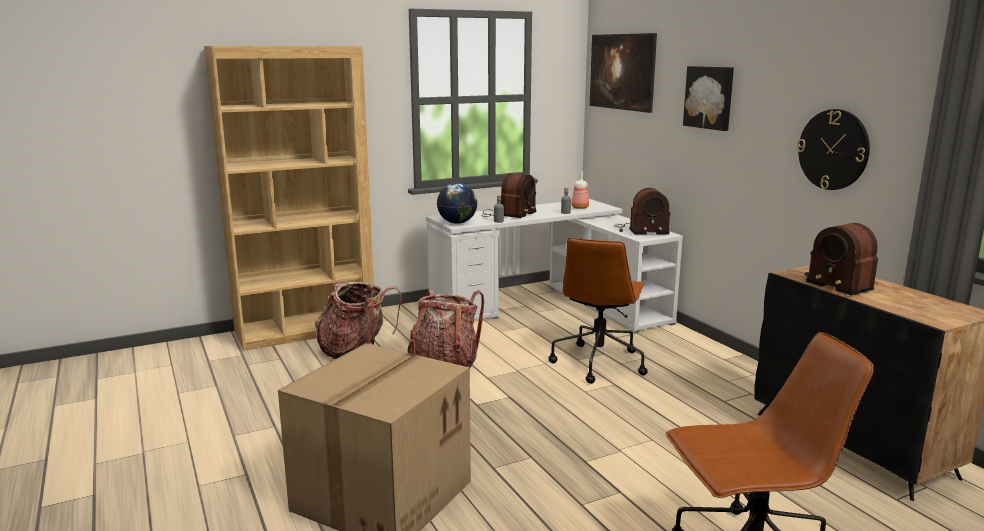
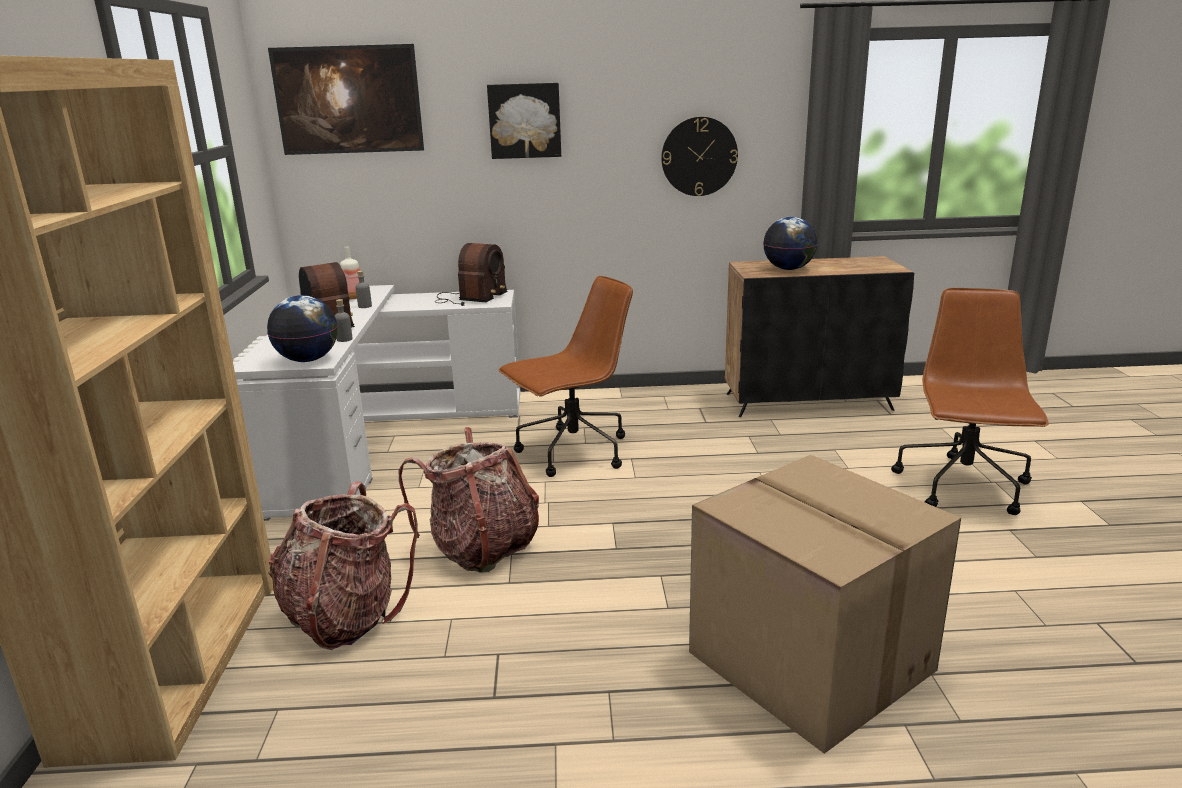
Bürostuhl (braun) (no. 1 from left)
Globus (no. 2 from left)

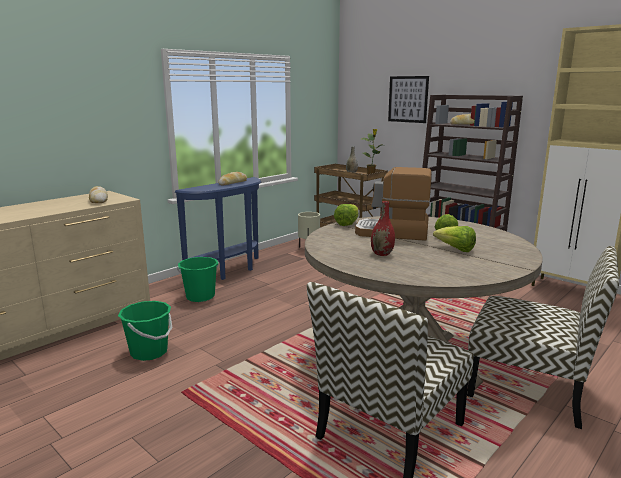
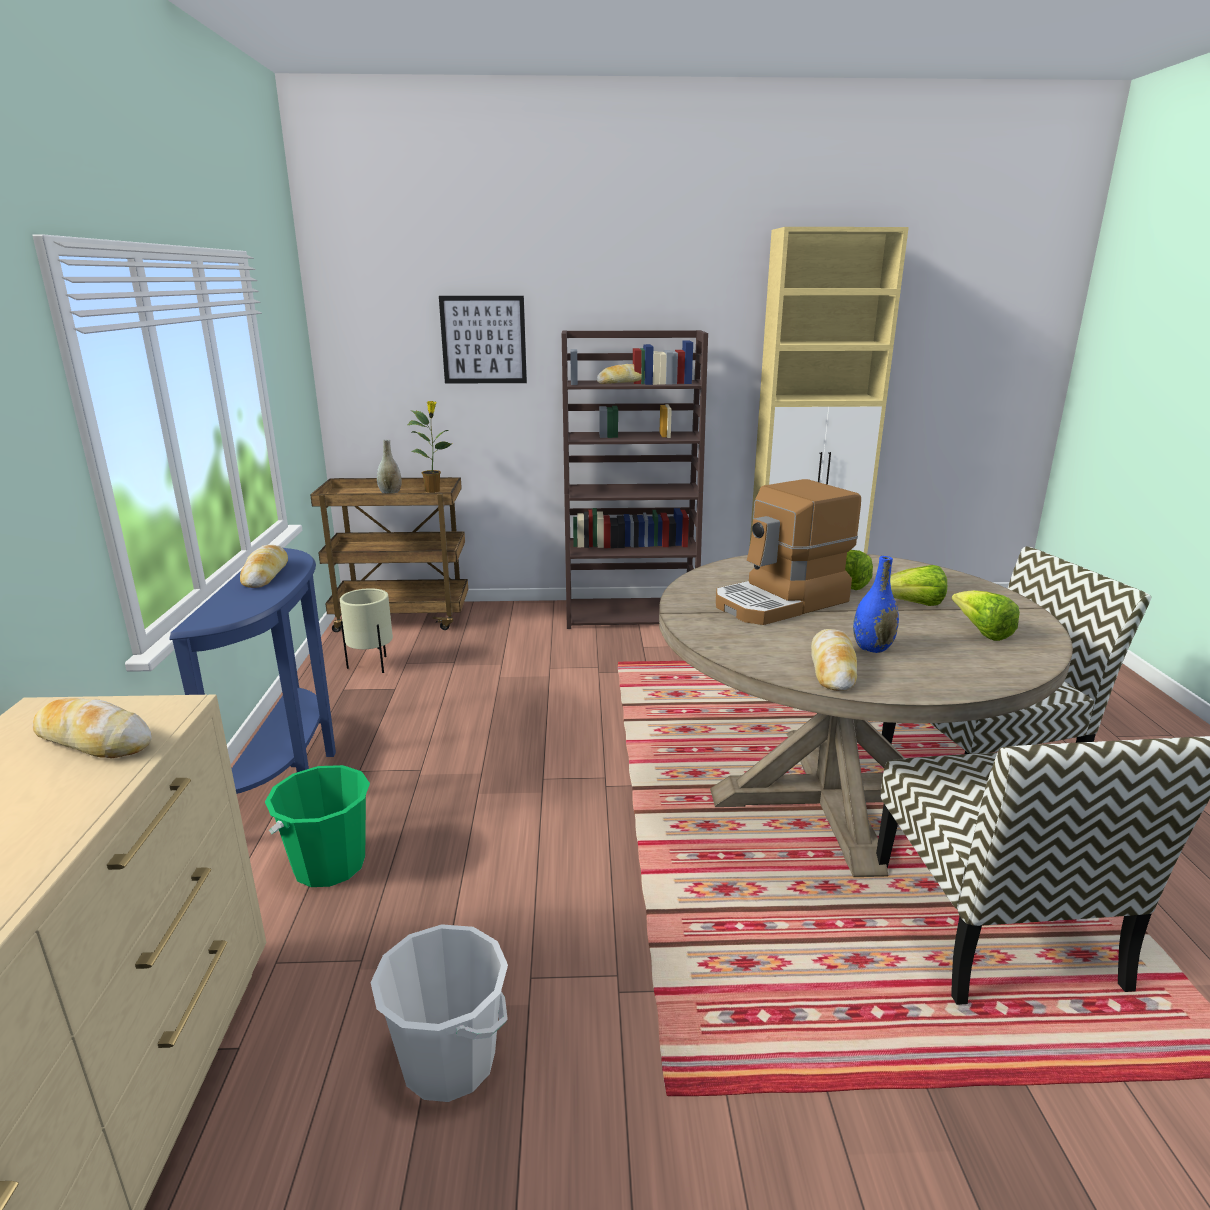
Eimer (weiß)
Brot (no. 4 from left)
Vase (blau)
Salatkopf (no. 3 from left)

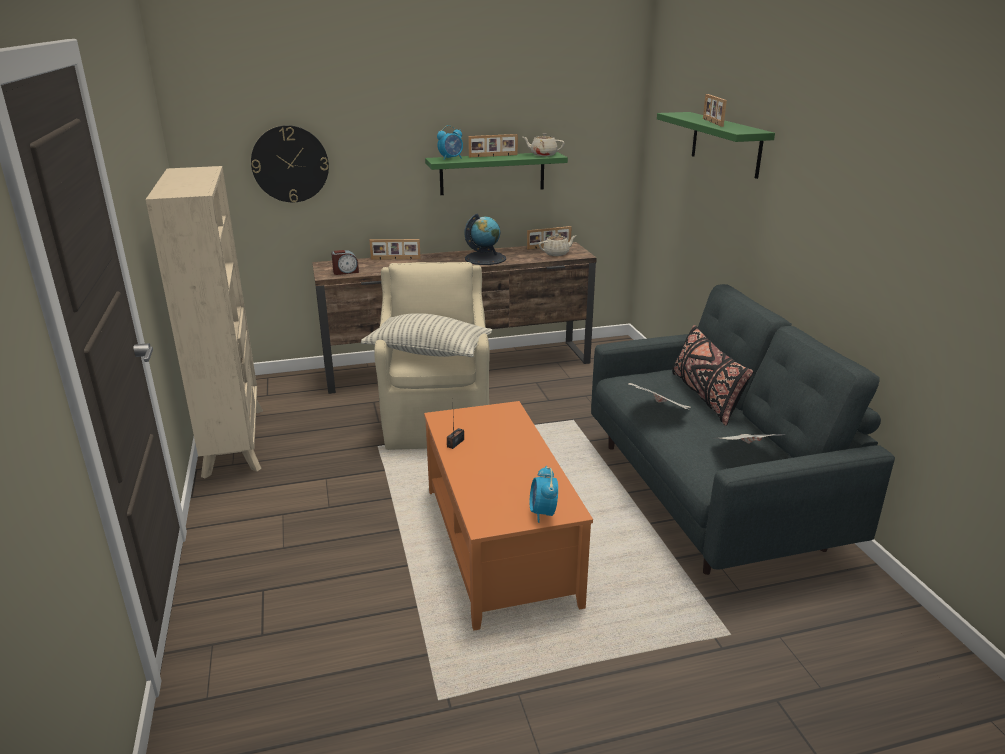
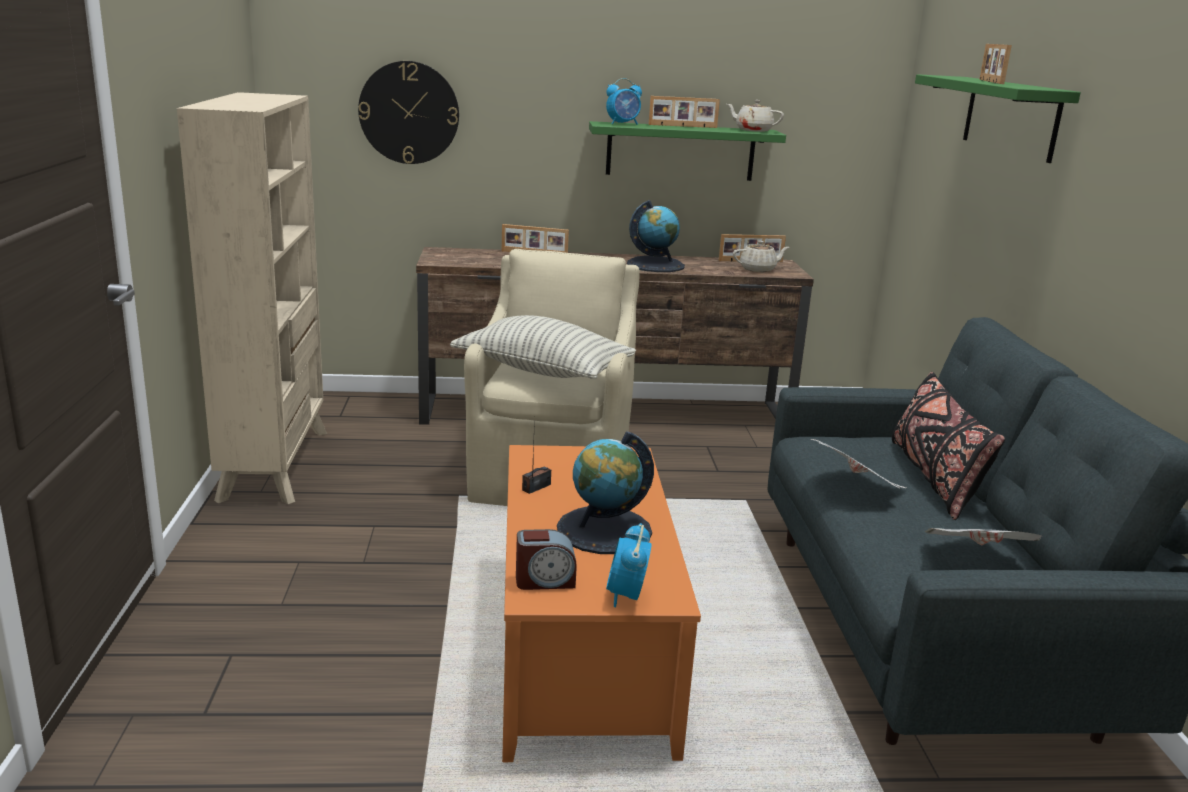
Wecker (no. 1 from left)
Globus (no. 1 from left)

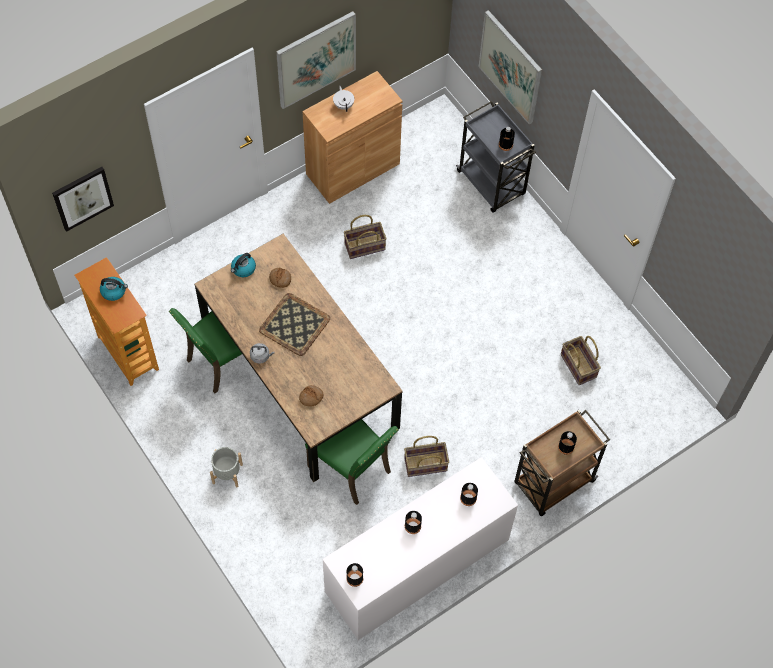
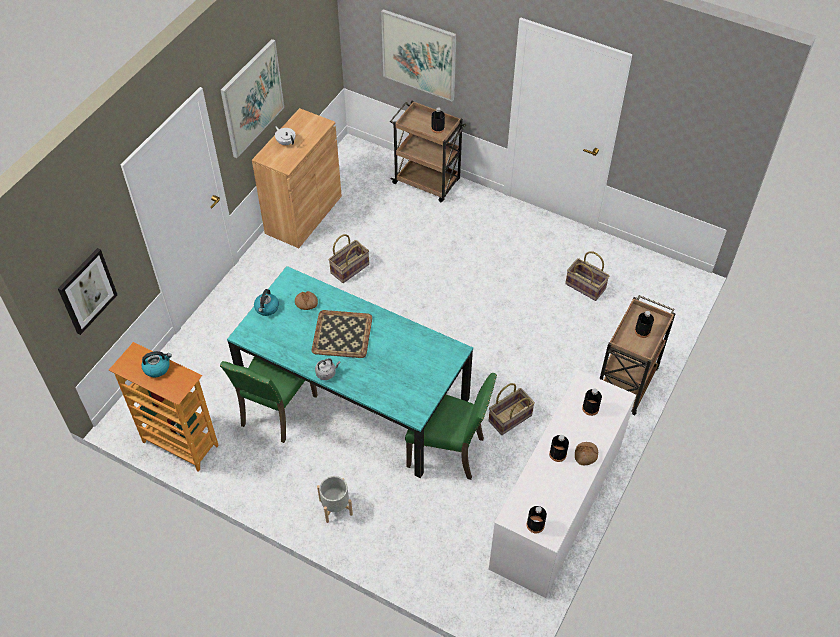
Esstisch (türkis)
Rollwagen (braun) (no. 1 from left)
Brot (no. 2 from left)

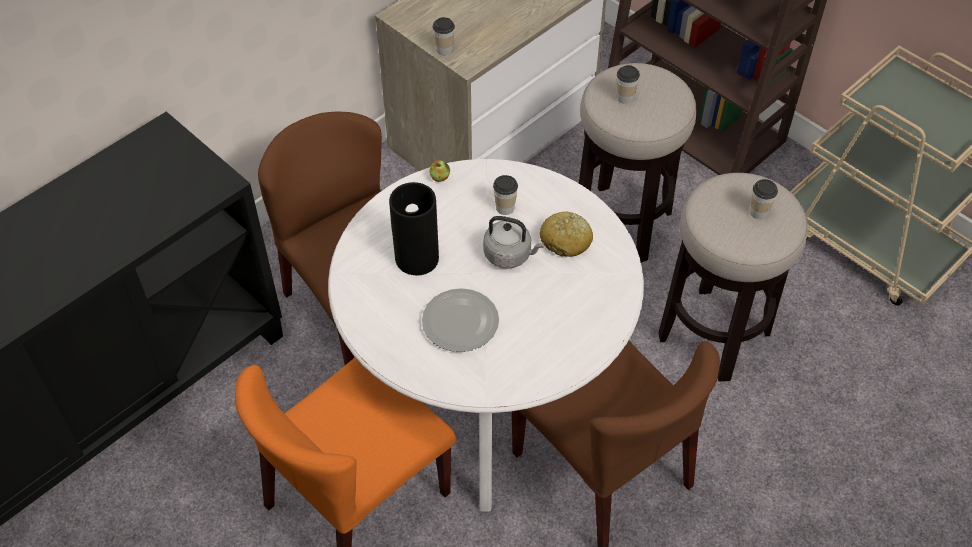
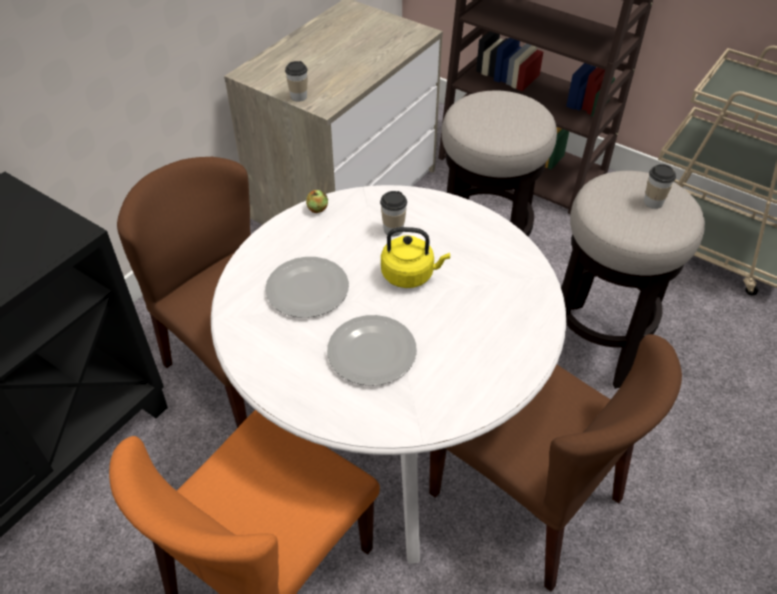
Teller (no. 1 from left)
Wasserkessel (gelb)
Brot
Tasse (no. 3 from left in the first image)

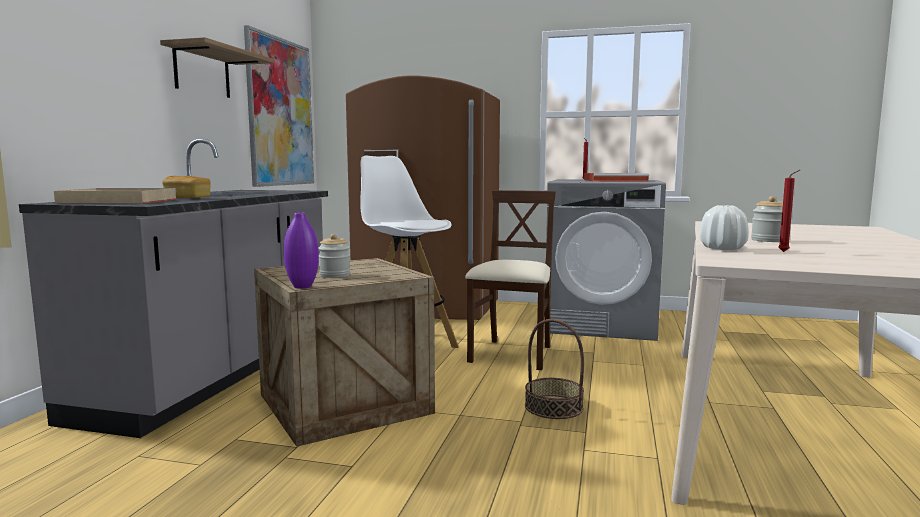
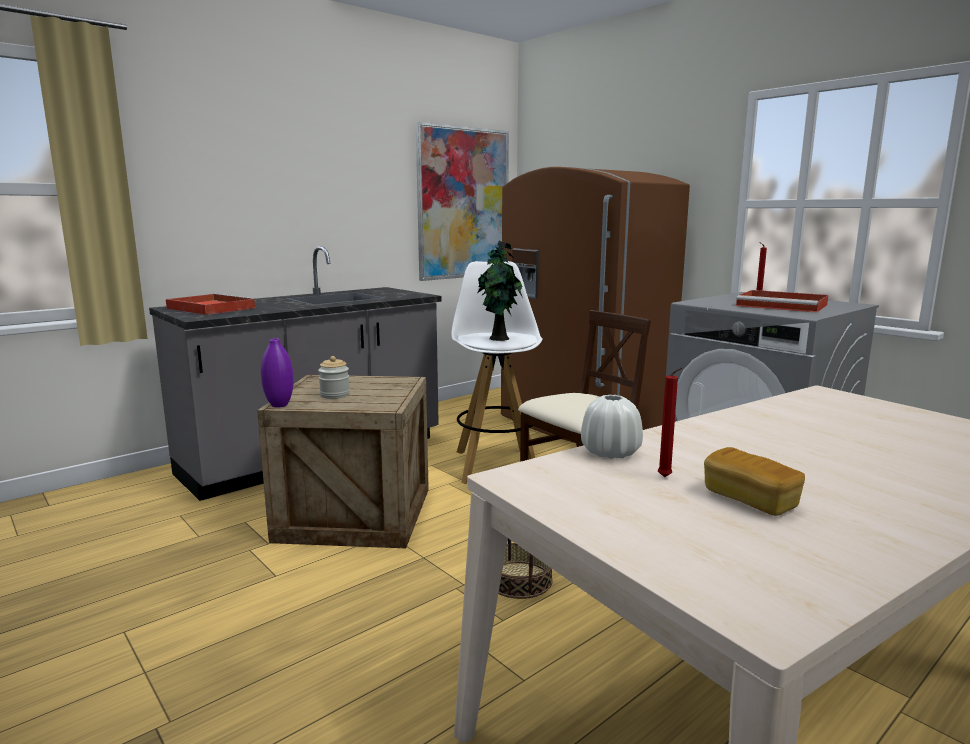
Tablett (rot) (no. 1 from left)
Topfpflanze
Brot
Wandregal
Vorratsglas (no. 2 from left in the first image)

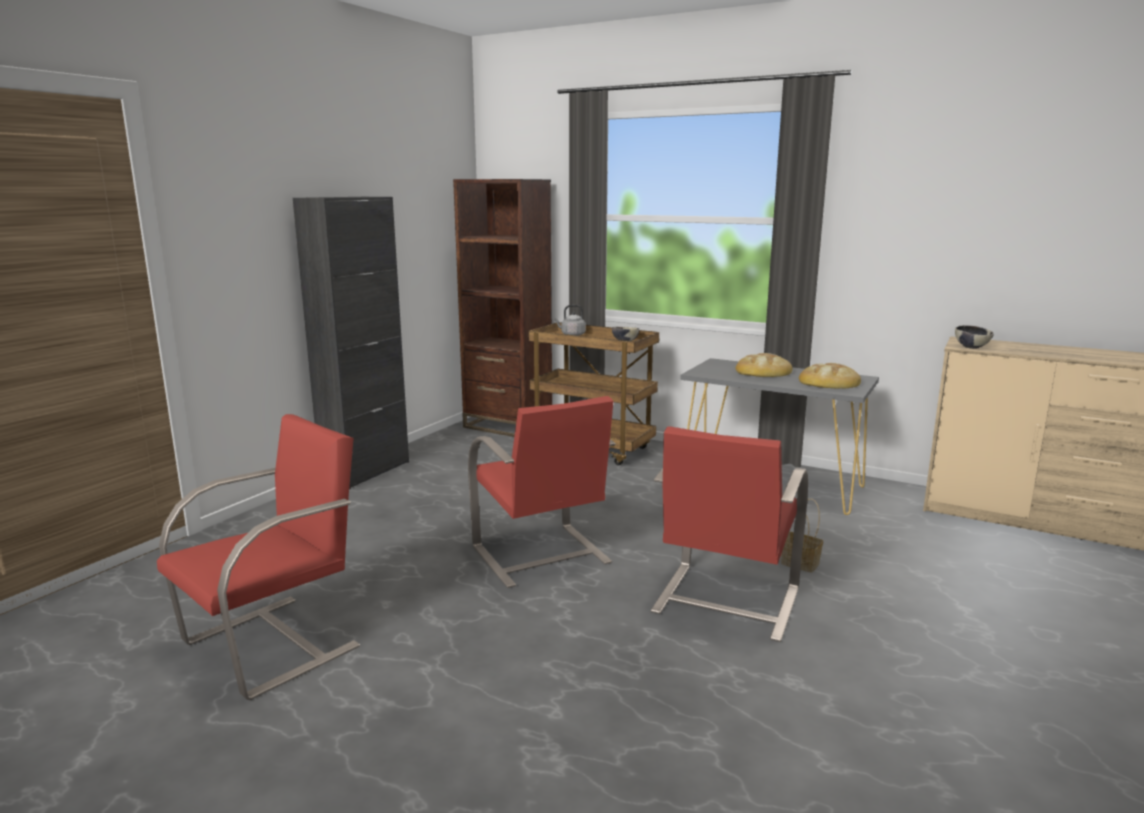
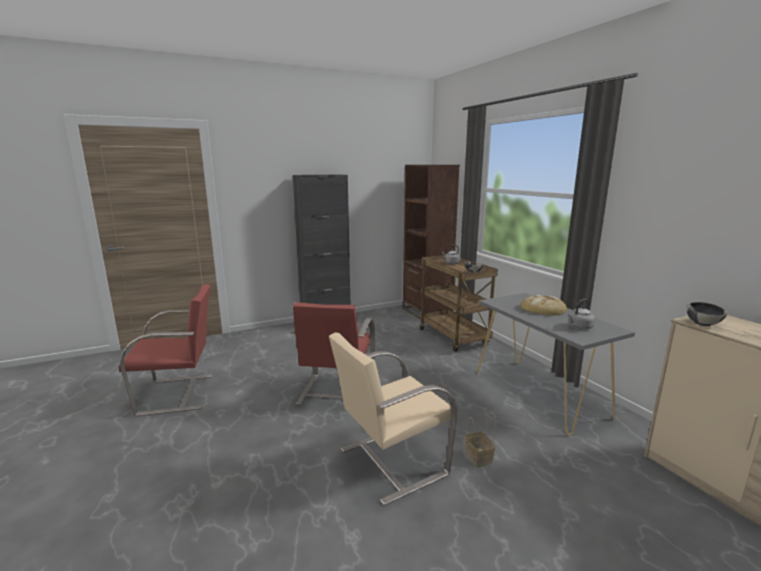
Stuhl (beige)
Wasserkessel (grau) (no. 2 from left)

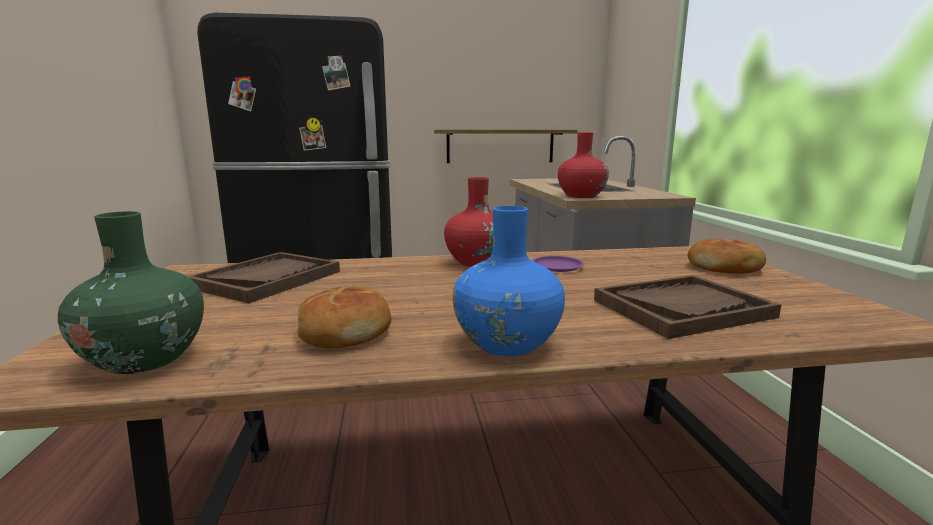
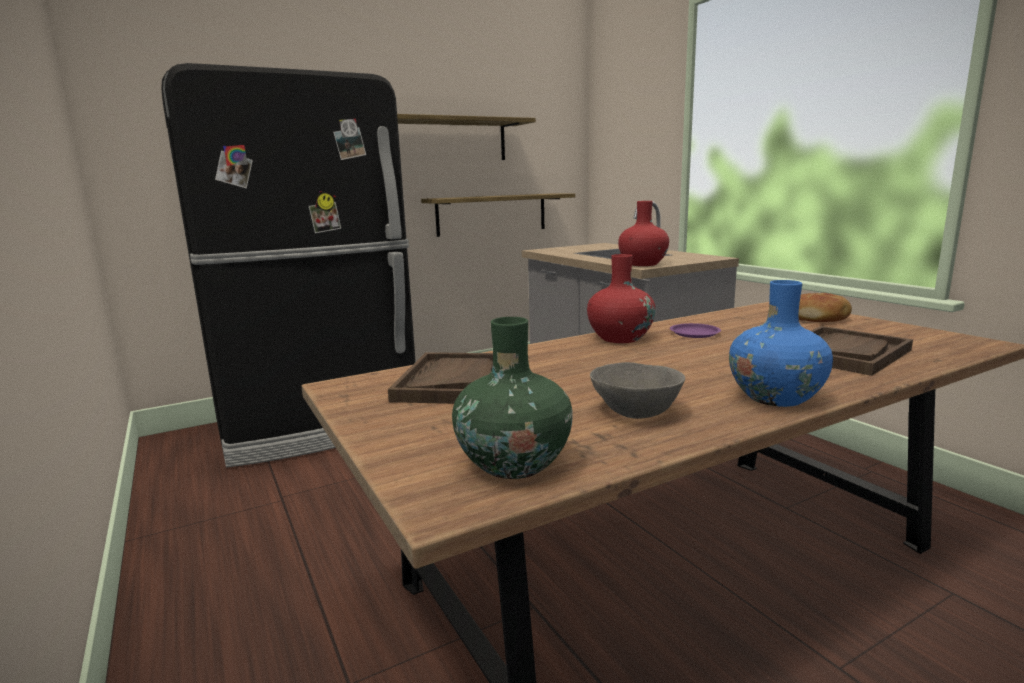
Wandregal (no. 1 from left)
Schüssel (grau)

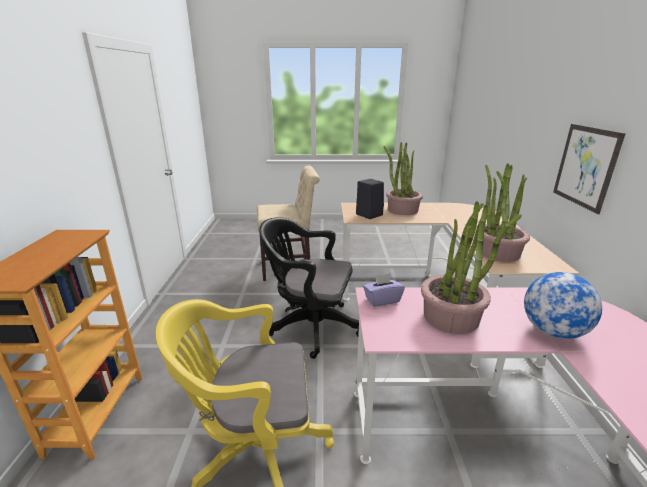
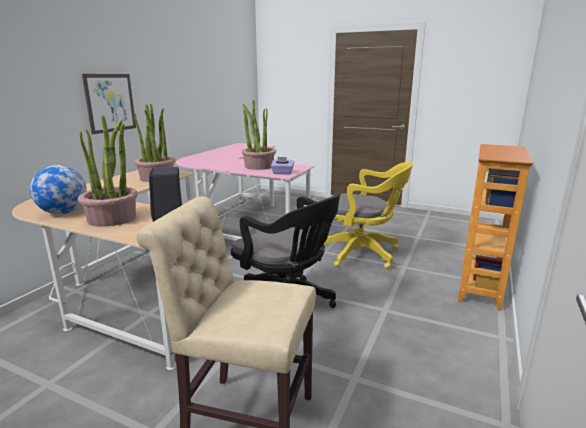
Globus

